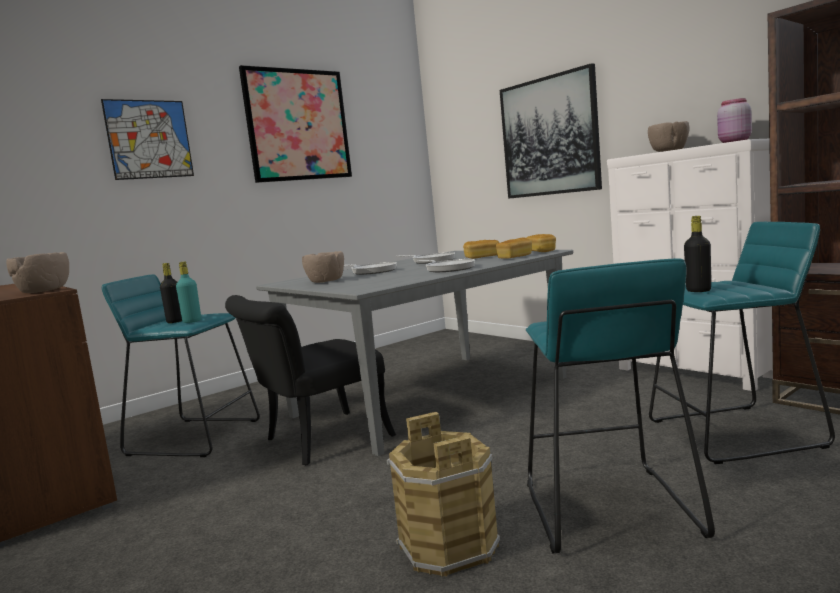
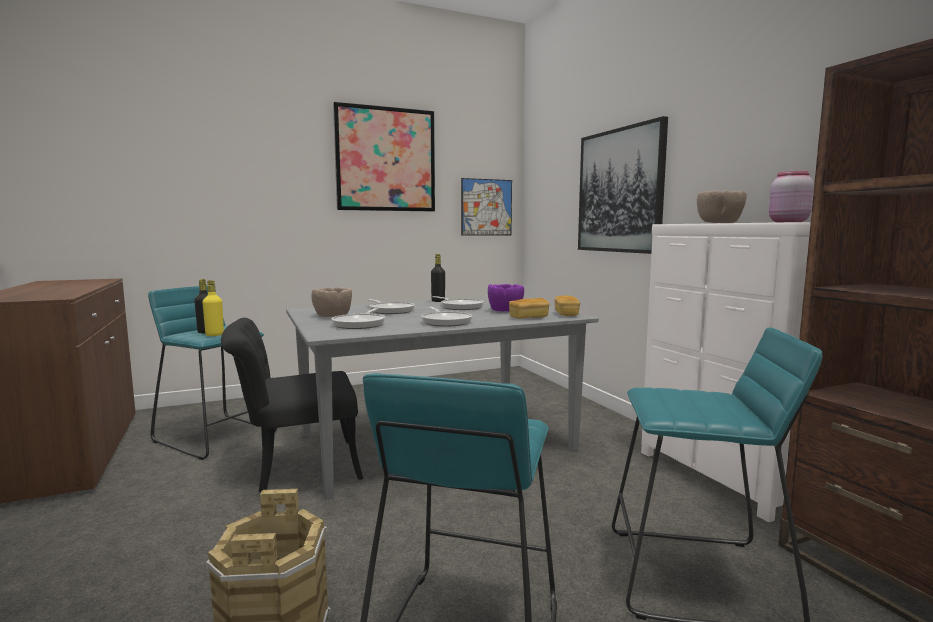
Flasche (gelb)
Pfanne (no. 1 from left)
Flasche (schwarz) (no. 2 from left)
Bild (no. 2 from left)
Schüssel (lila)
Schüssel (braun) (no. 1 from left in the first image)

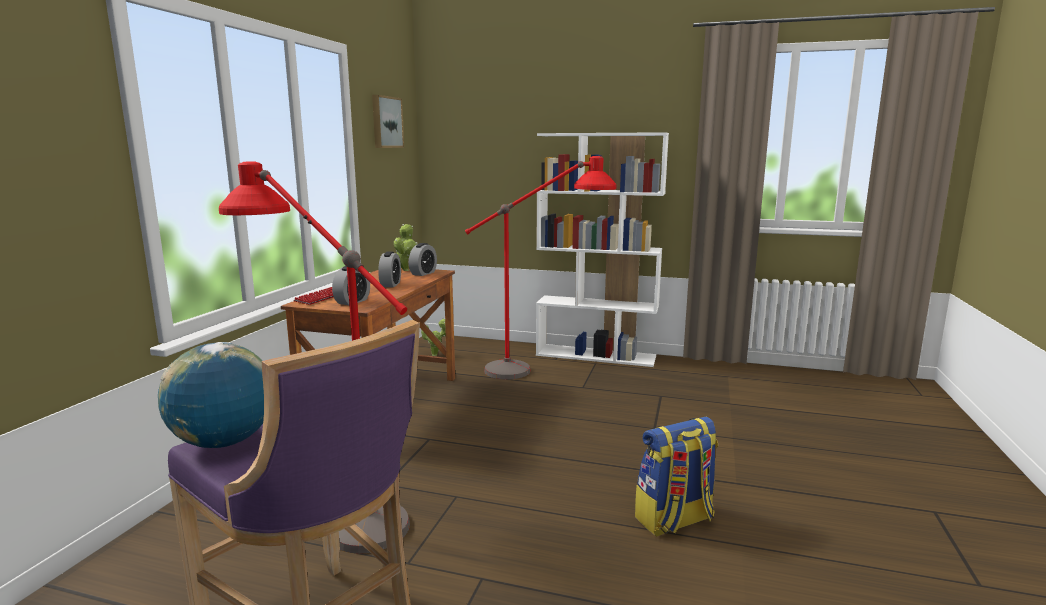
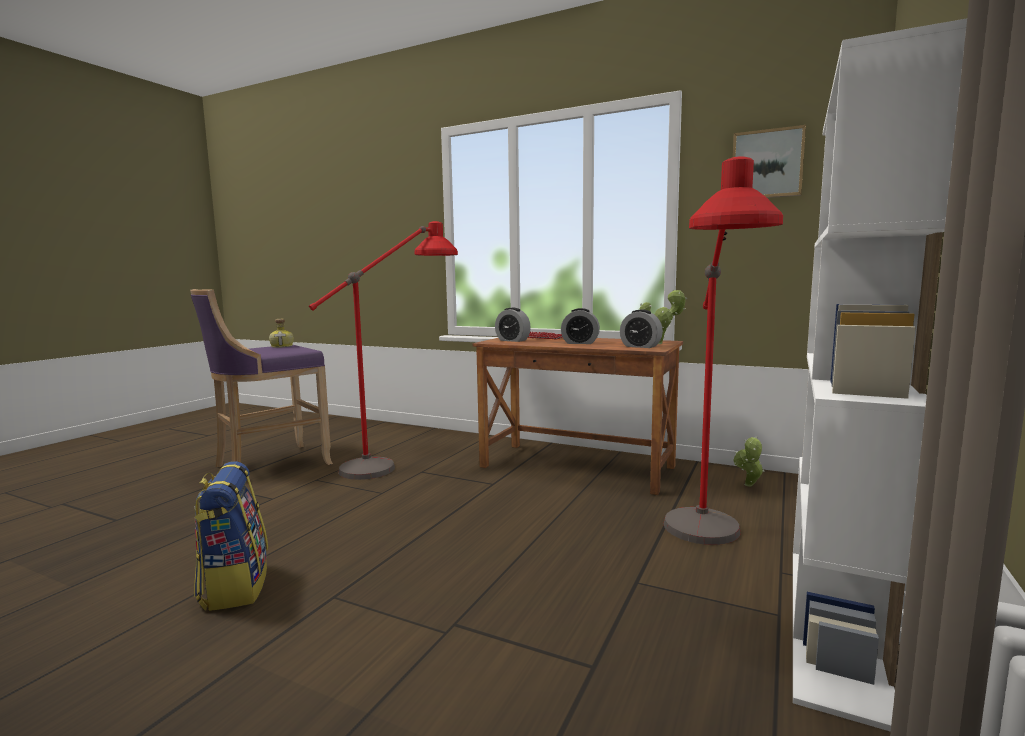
Flasche

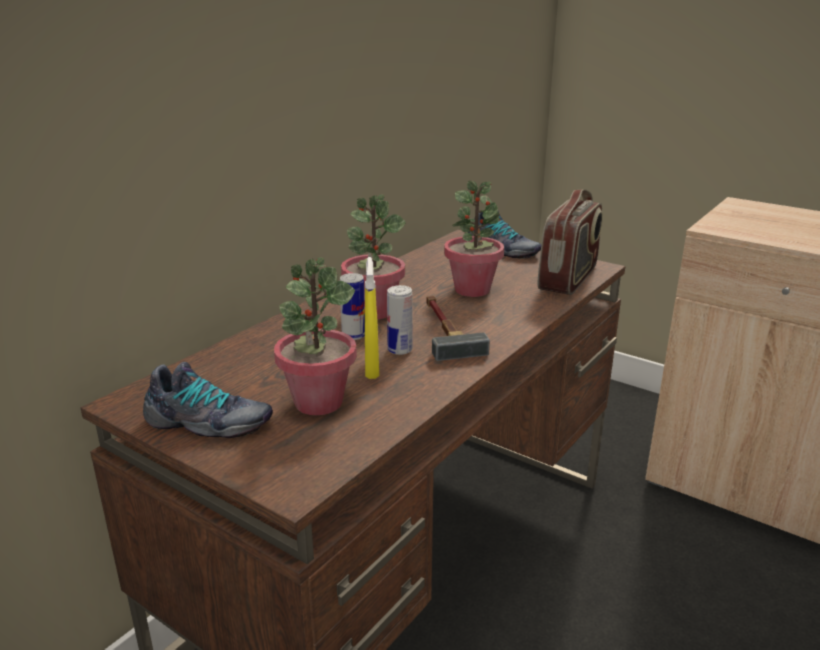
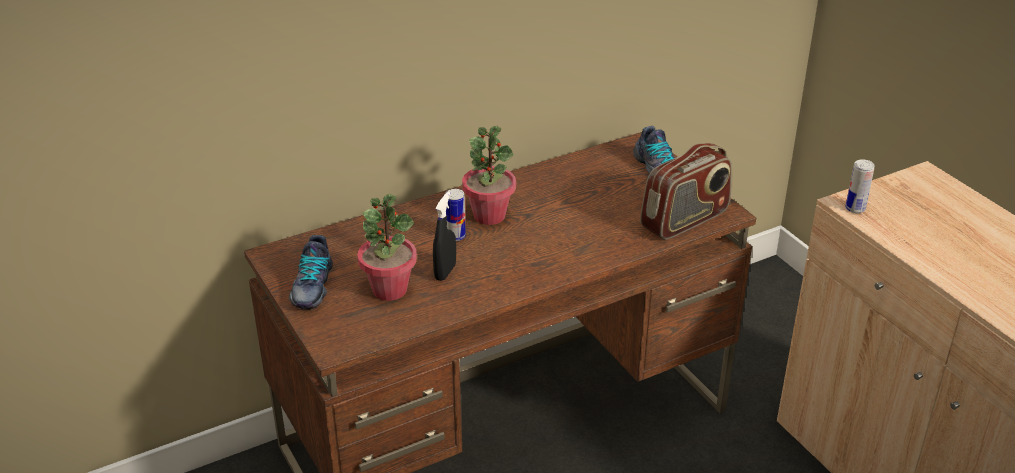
Schuh (no. 1 from left)
Sprühflasche (schwarz)
Dose (no. 2 from left)
Hammer
Topfpflanze (no. 3 from left in the first image)

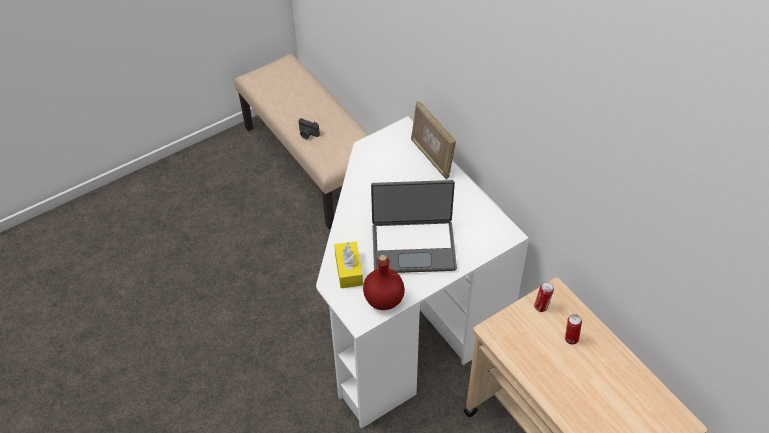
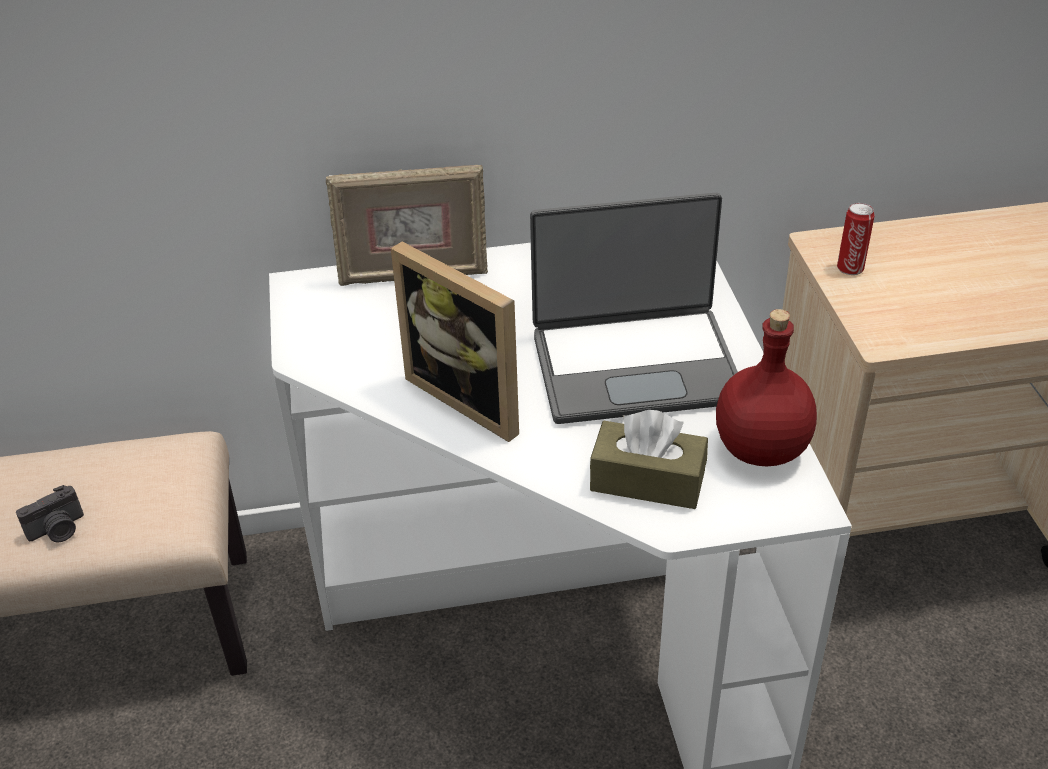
Bilderrahmen (no. 2 from left)
Laptop
Taschentuchbox (braun)
Dose (no. 2 from left in the first image)

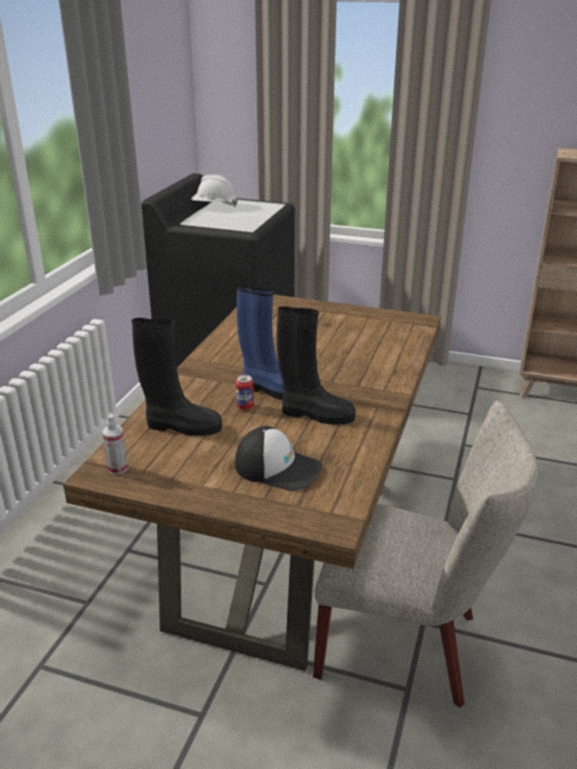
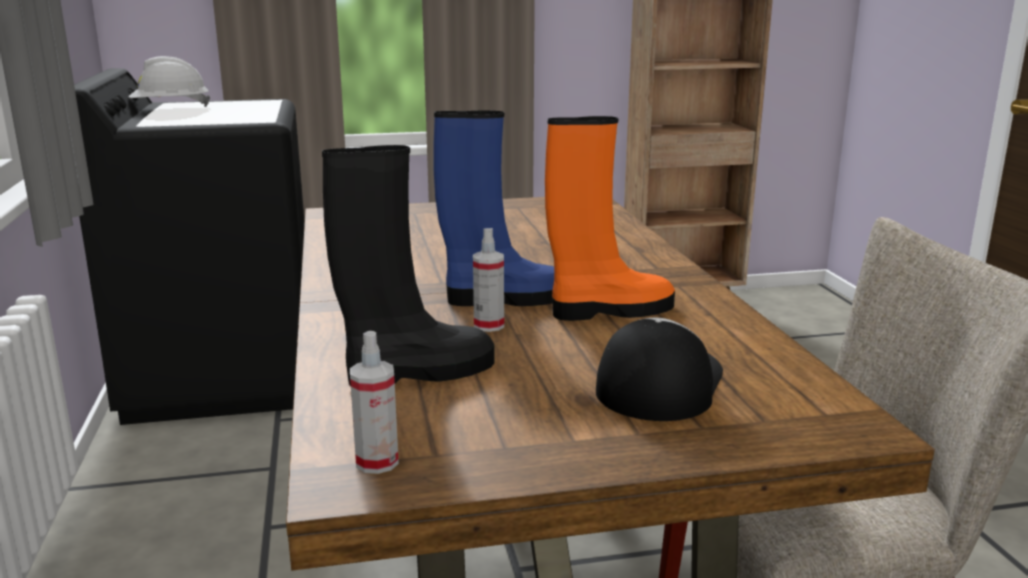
Sprühflasche (no. 2 from left)
Stiefel (orange)
Kappe

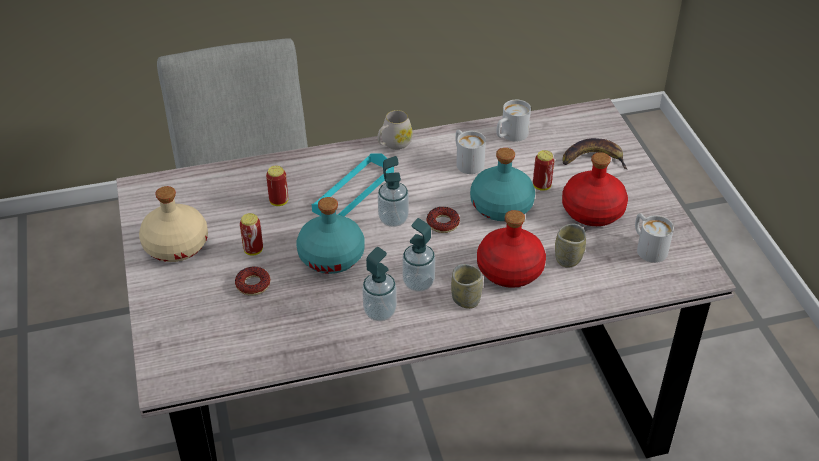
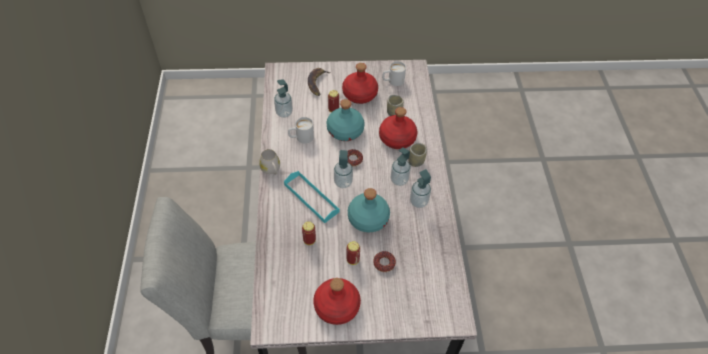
Seifenspender (no. 1 from left)
Flasche (rot) (no. 1 from left)

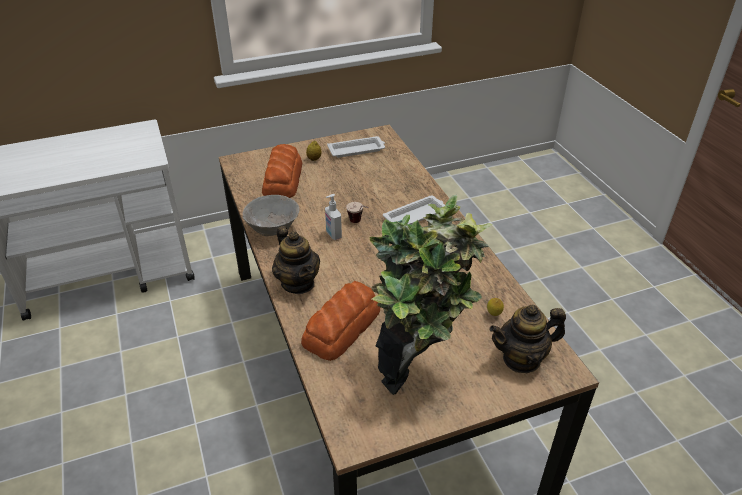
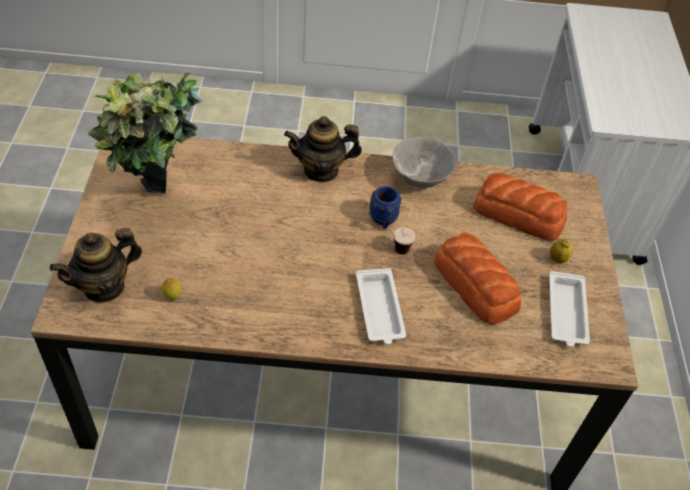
Teekanne (no. 1 from left)
Henkelbecher (blau)
Brot (no. 1 from left)

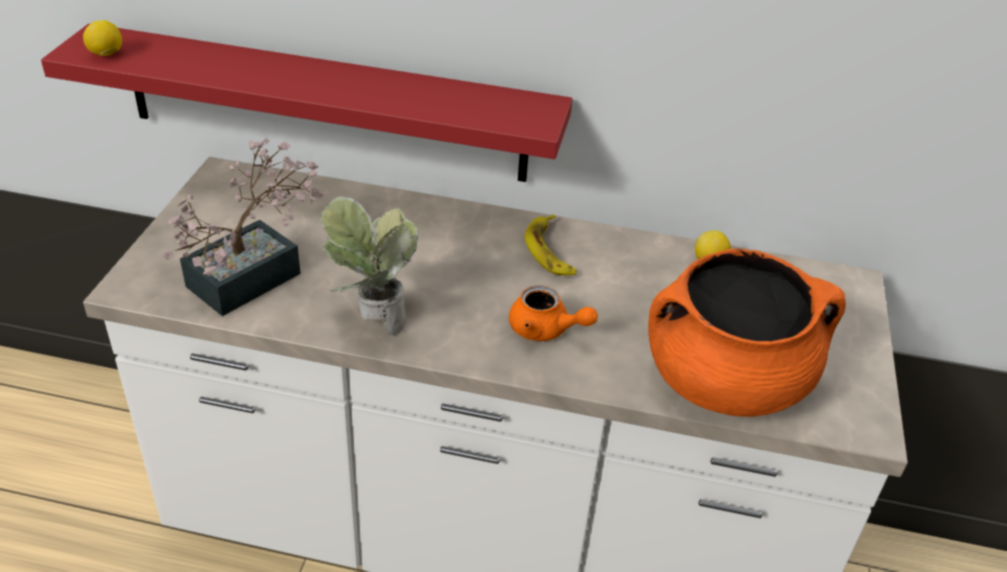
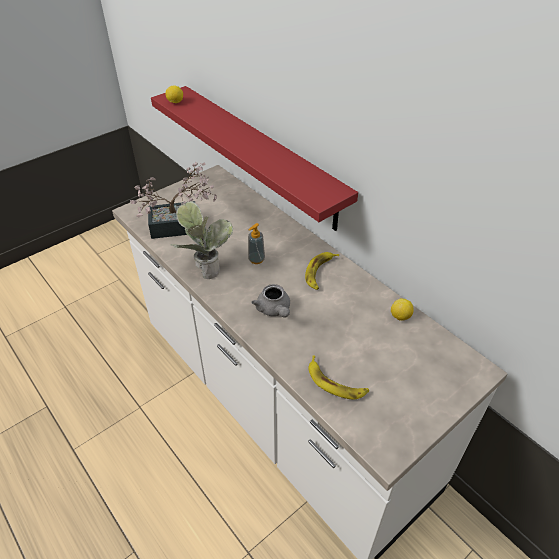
Seifenspender
Teekanne (grau)
Banane (no. 2 from left)

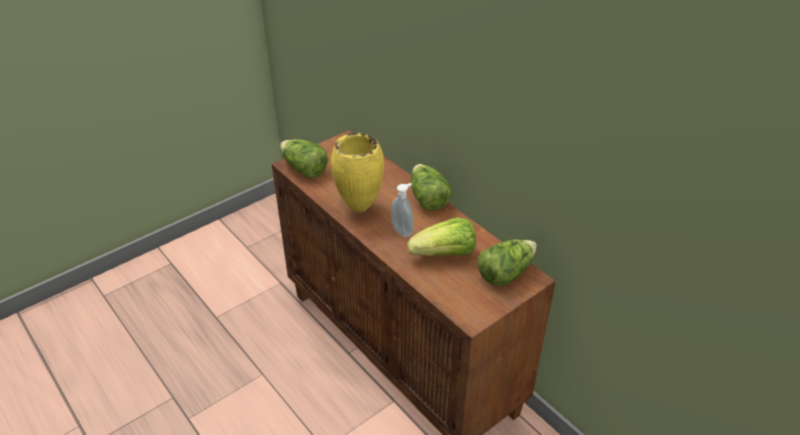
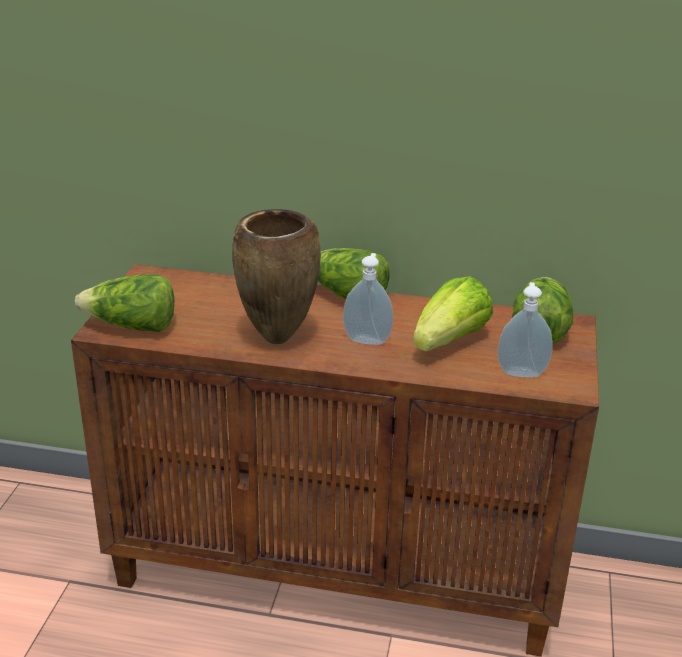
Vase (braun)
Seifenspender (no. 2 from left)

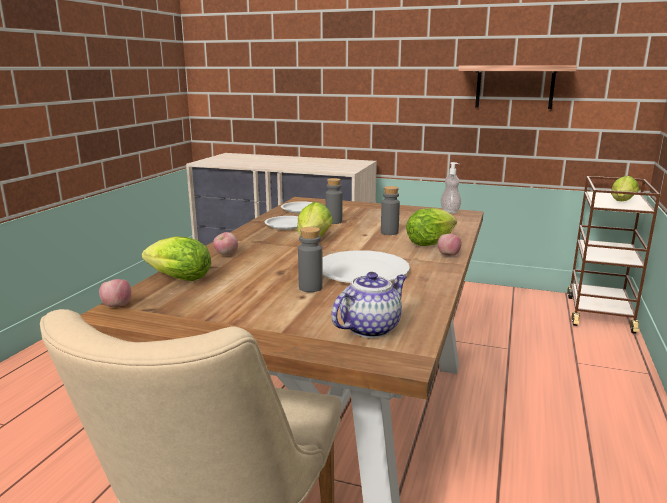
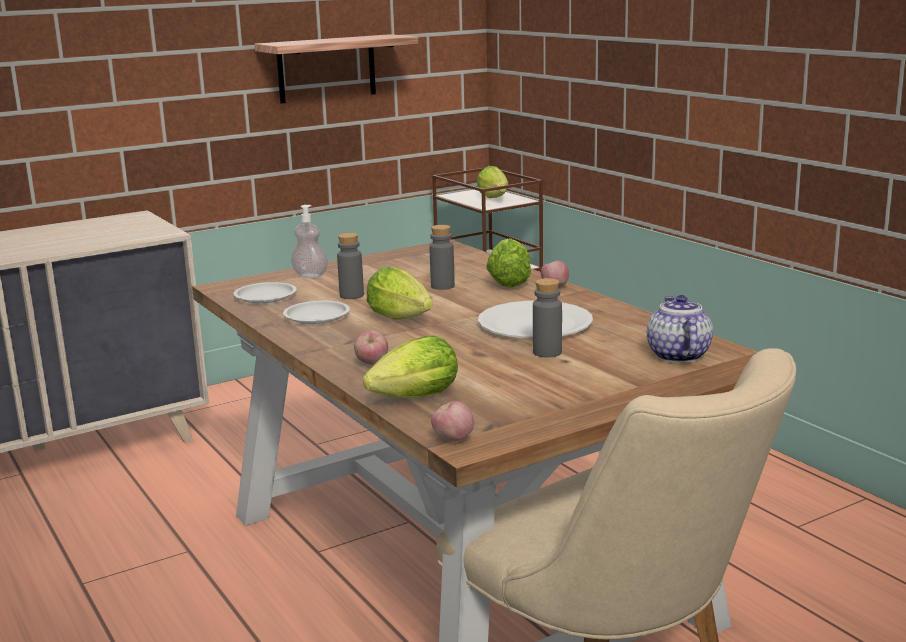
Seifenspender

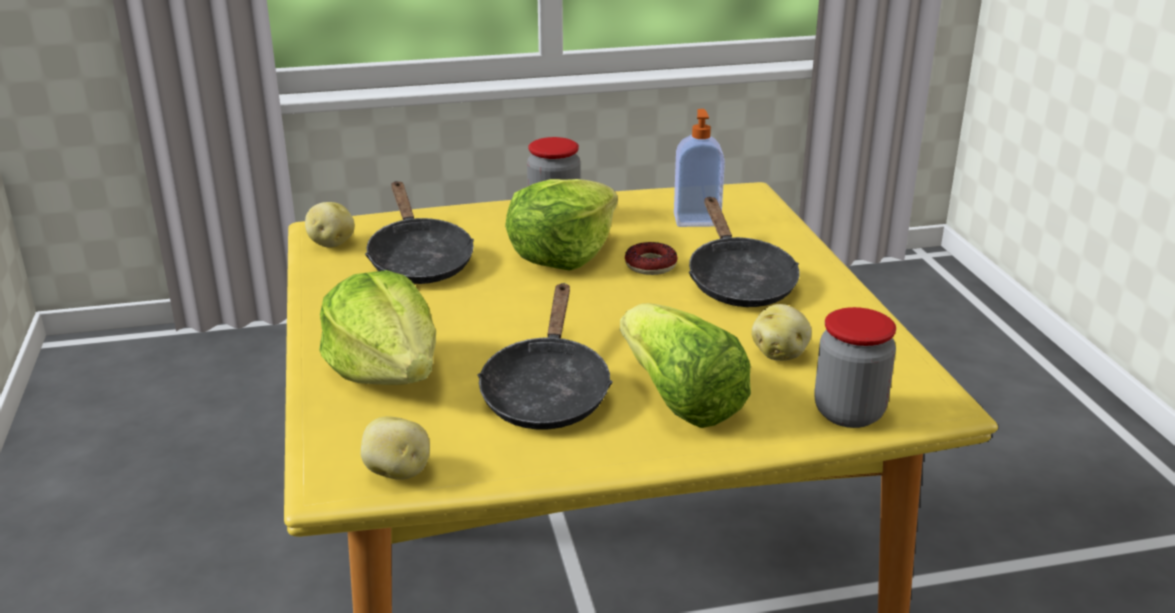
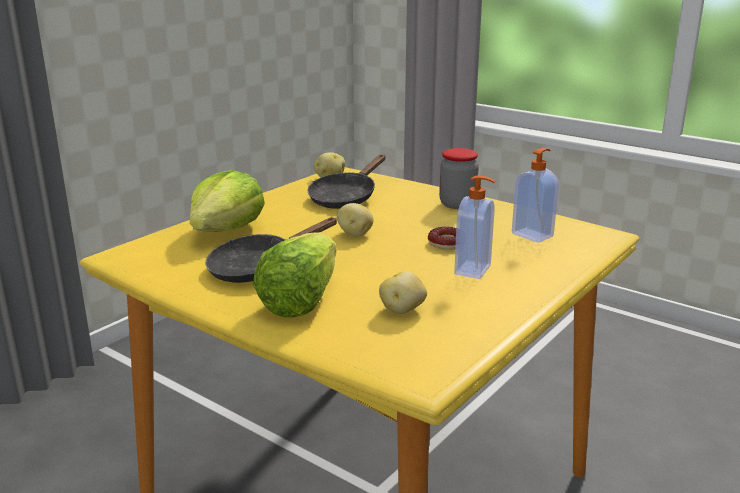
Kartoffel (no. 2 from left)
Seifenspender (no. 1 from left)
Salatkopf (no. 2 from left in the first image)
Vorratsglas (no. 2 from left in the first image)

